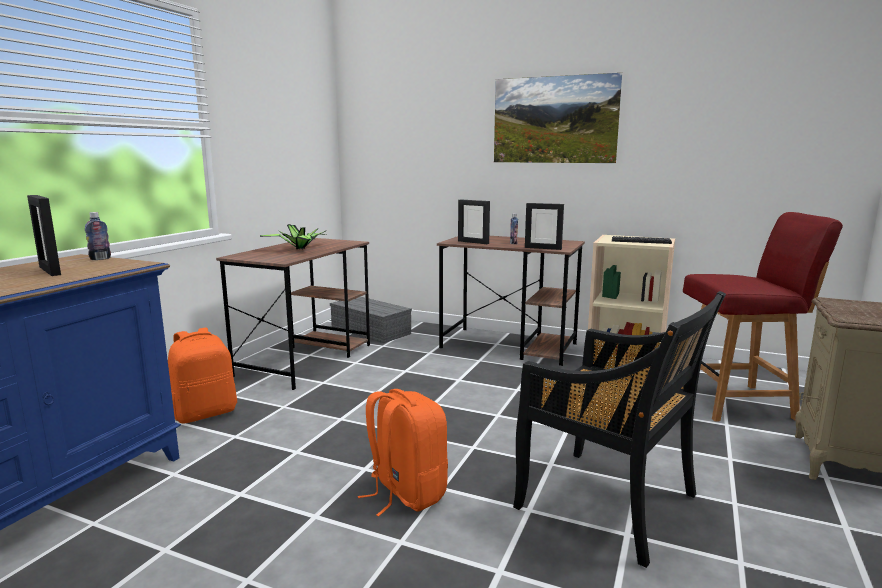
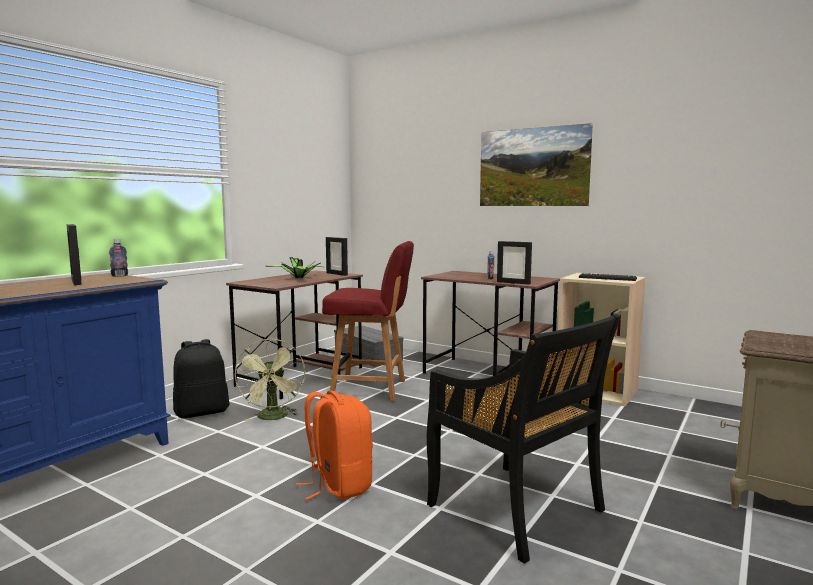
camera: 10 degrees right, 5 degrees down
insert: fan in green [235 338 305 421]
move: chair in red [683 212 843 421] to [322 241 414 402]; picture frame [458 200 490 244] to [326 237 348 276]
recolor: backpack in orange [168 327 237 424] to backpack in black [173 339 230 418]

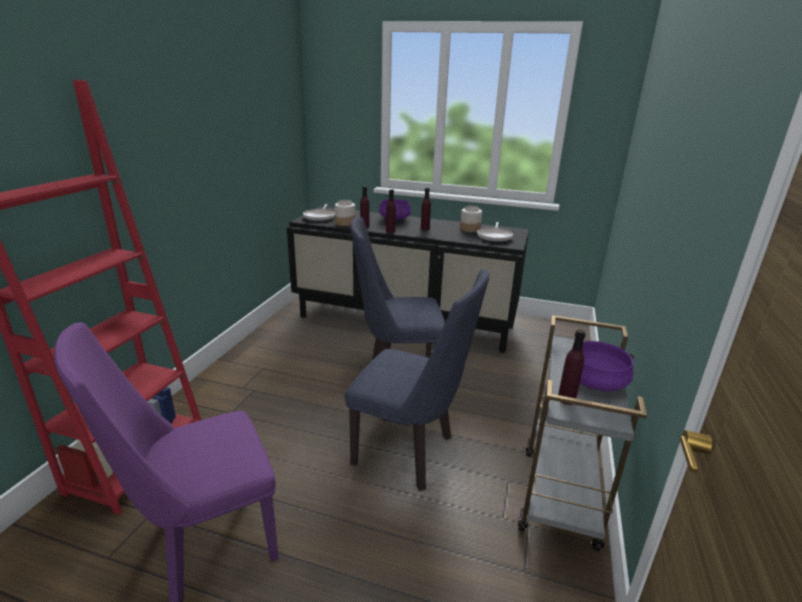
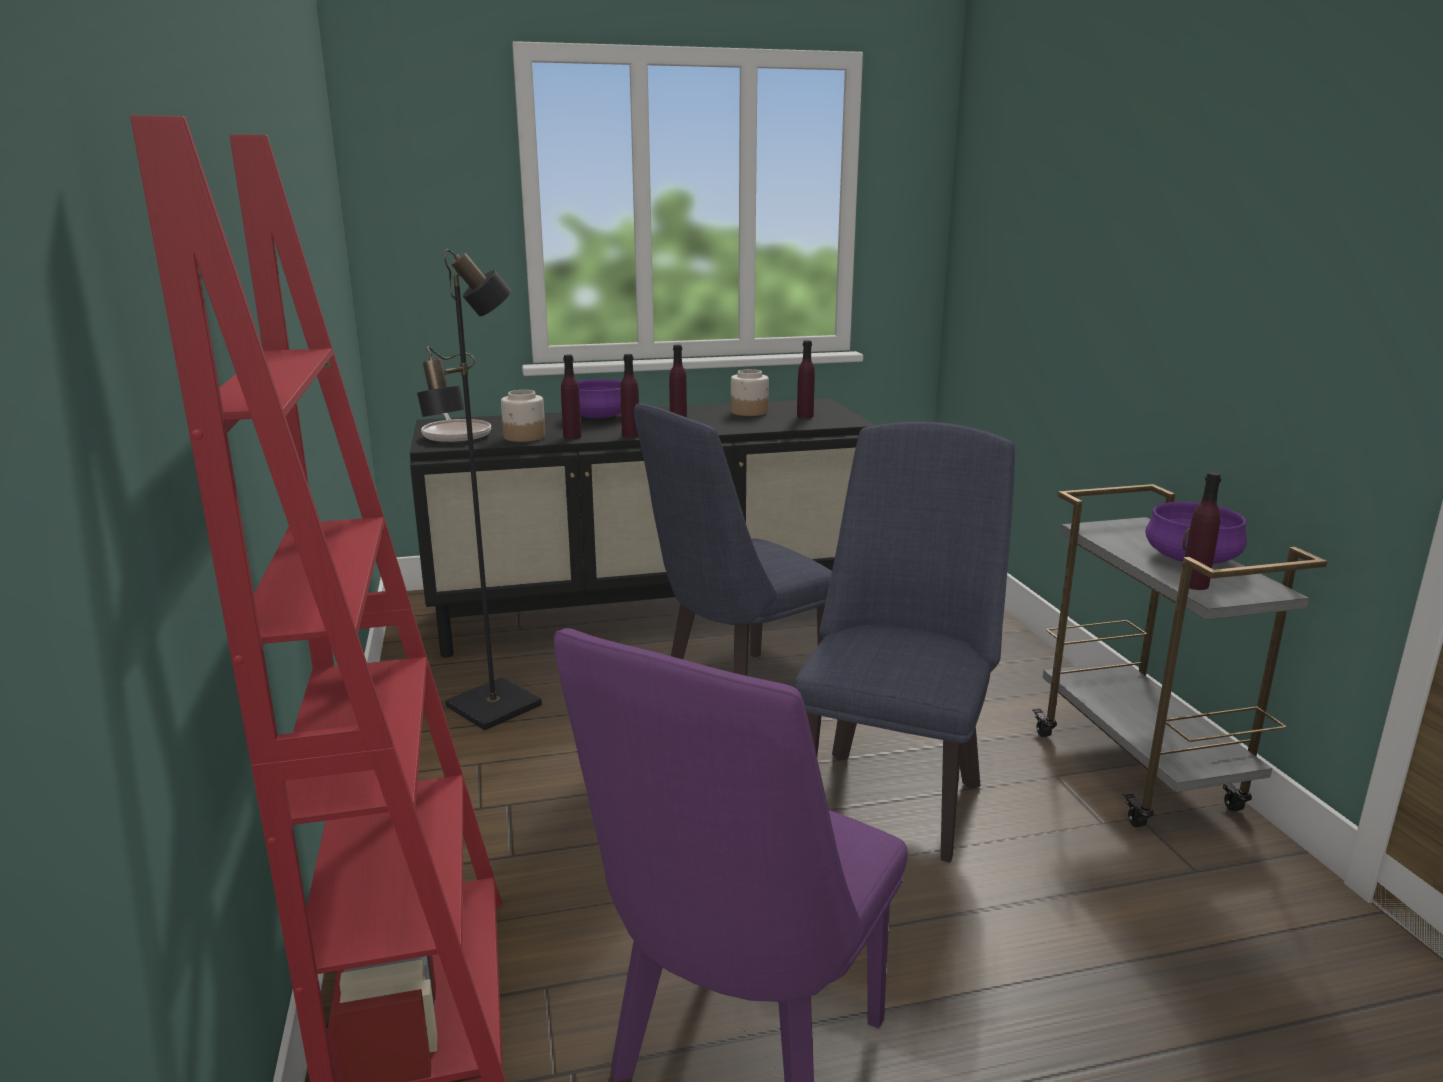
camera: 30 degrees left, 5 degrees down
insert: floor lamp in black [417 249 542 731]
replace: frying pan [477 222 513 242] to bottle in purple [797 340 815 418]
rotate: chair in blue [345 269 489 491] = [794 421 1015 863] 60 degrees counterclockwise

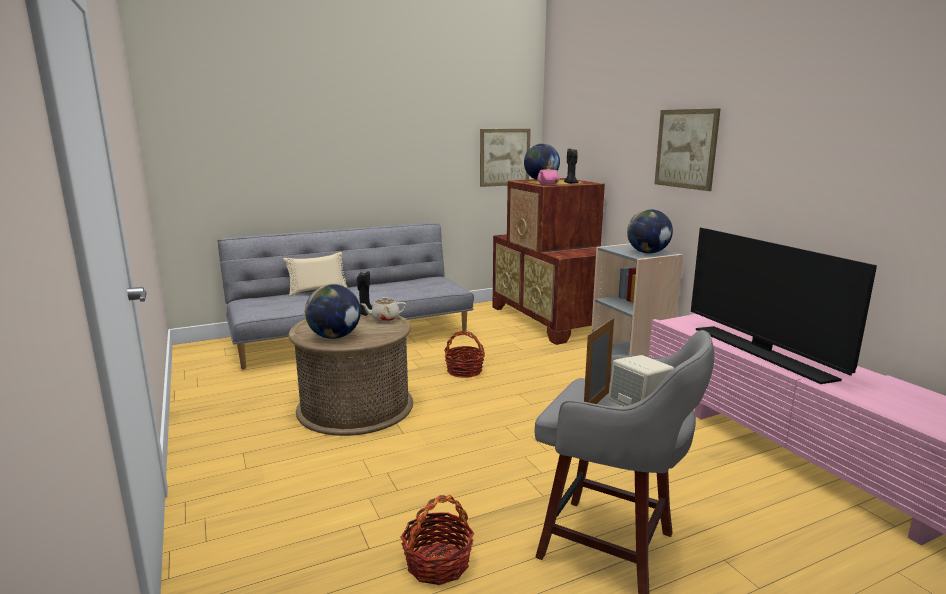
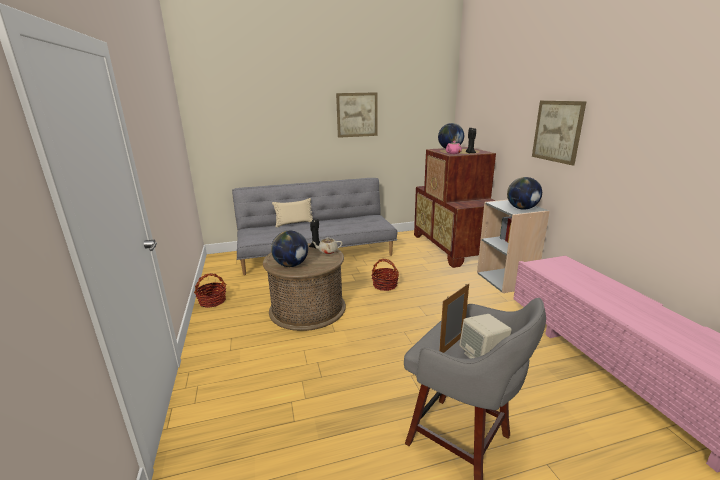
camera: 10 degrees right, 5 degrees up
delete: television [691 228 877 384]
move: basket [400 495 474 585] to [194 273 226 308]; picture [480 129 531 187] to [336 92 378 138]

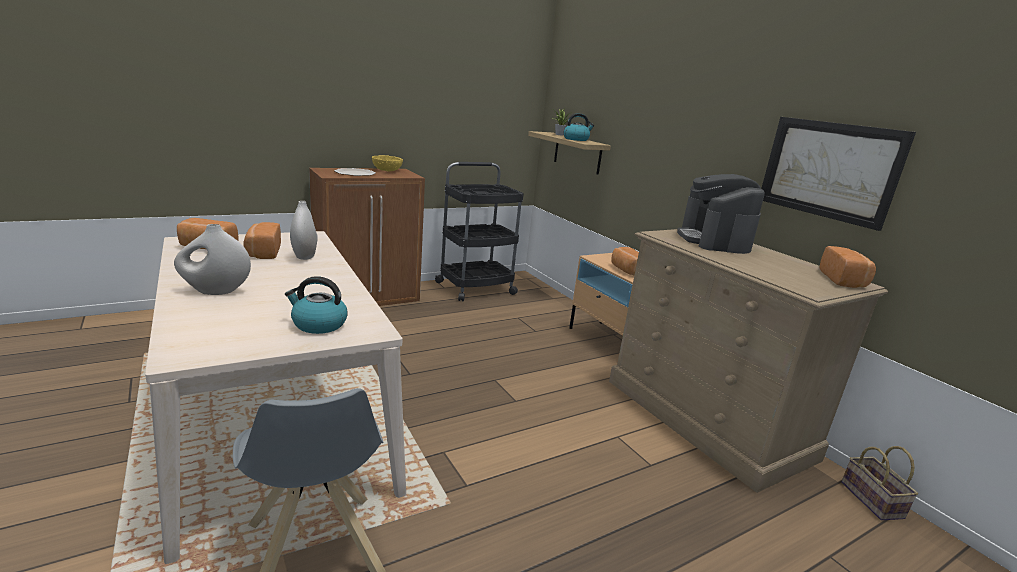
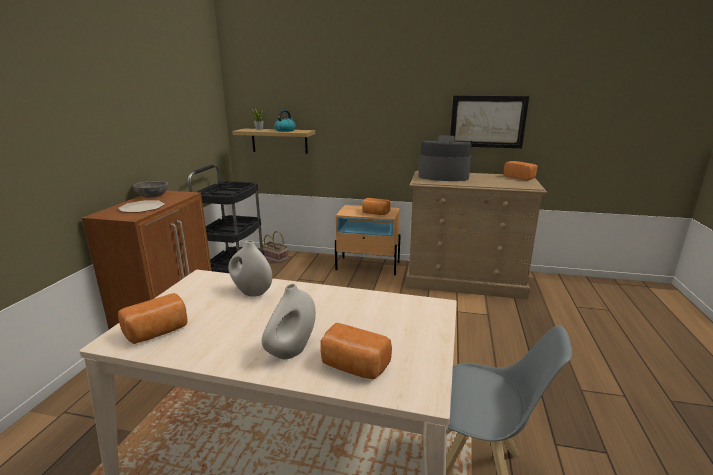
camera: 45 degrees left, 0 degrees up
delete: kettle [285 276 348 334]
move: basket [841 446 918 520] to [263 231 288 263]; bread [244 222 281 259] to [320 323 392 379]
recolor: bowl in yellow [372 155 403 171] to bowl in grey [133 181 168 198]
rotate: coffee machine [677 174 765 254] = [419 135 471 181] 150 degrees clockwise

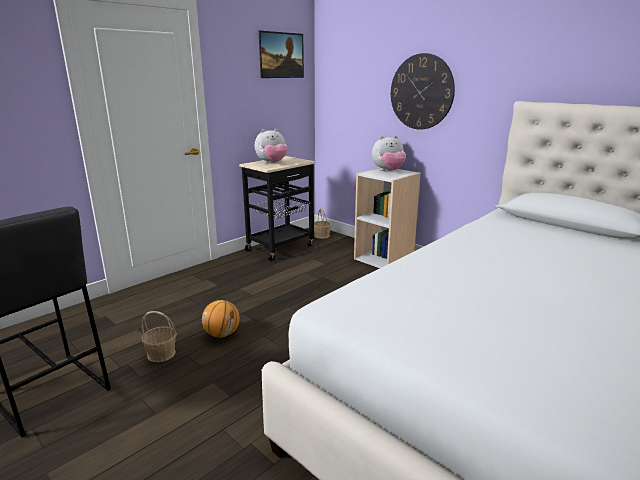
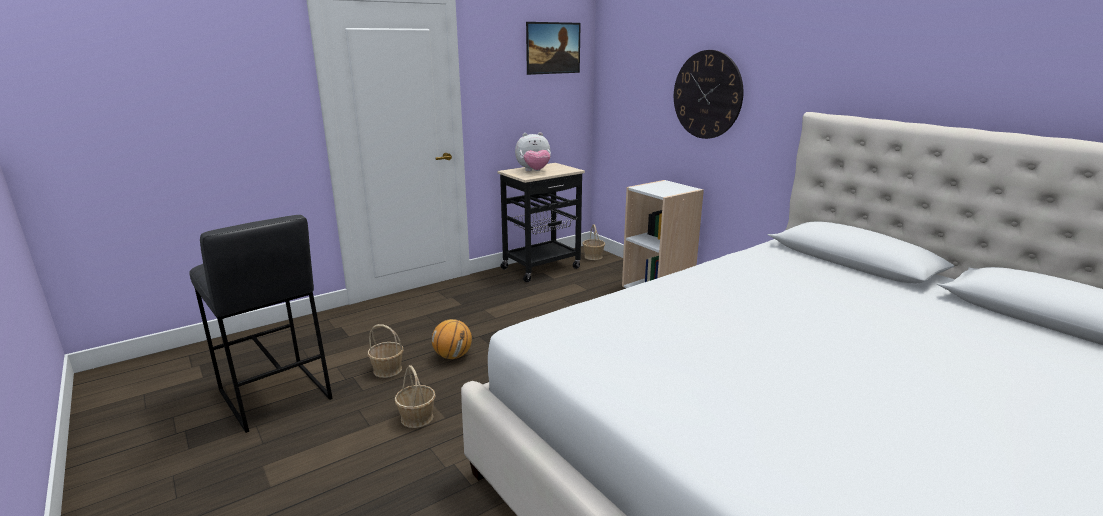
camera: 10 degrees right, 0 degrees up
delete: plush toy [372 135 406 171]
insert: basket [395 365 436 428]

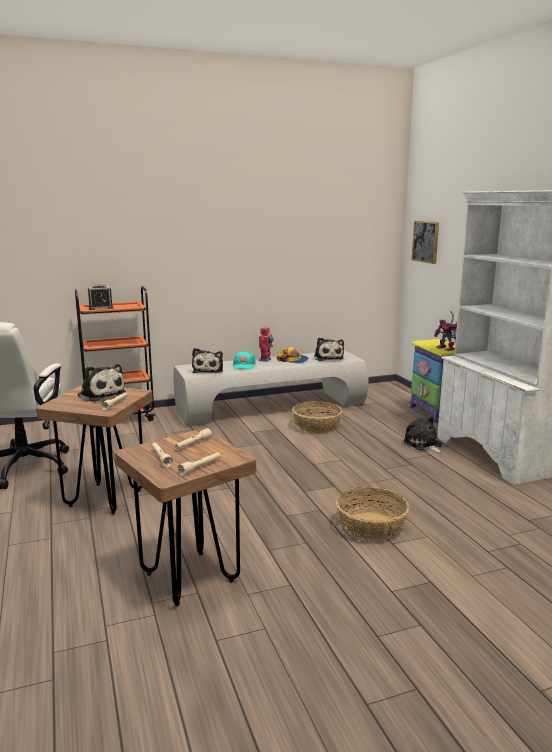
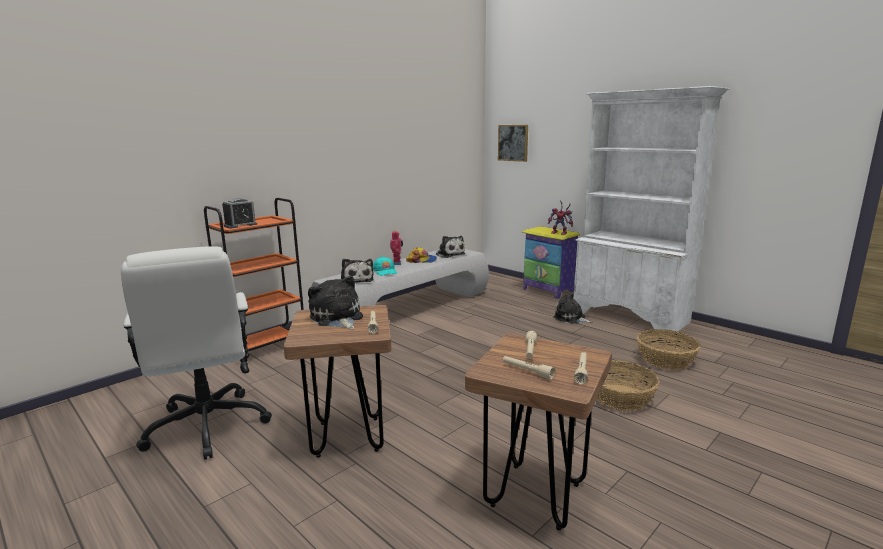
camera: 25 degrees left, 0 degrees up
move: basket [292 401 343 433] to [637 329 701 370]
rotate: plush toy [78 364 126 402] = [308 276 363 330] 135 degrees counterclockwise

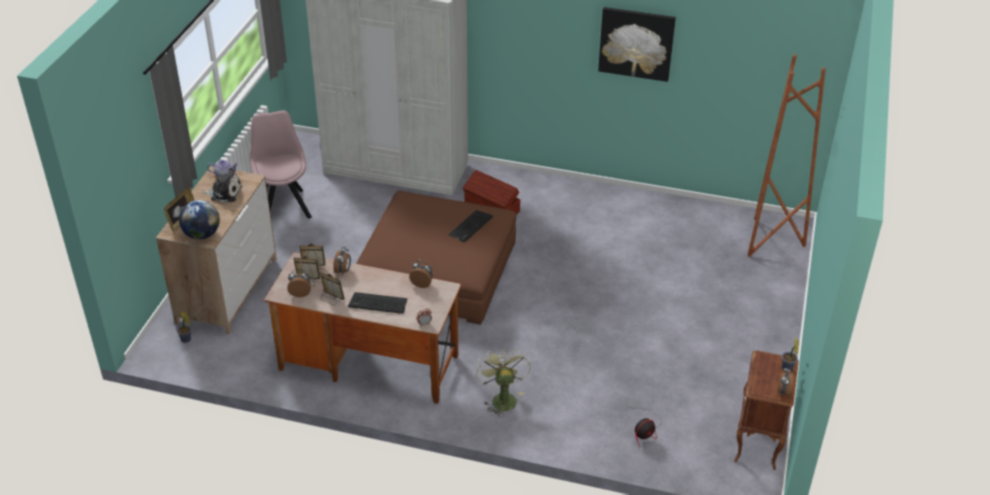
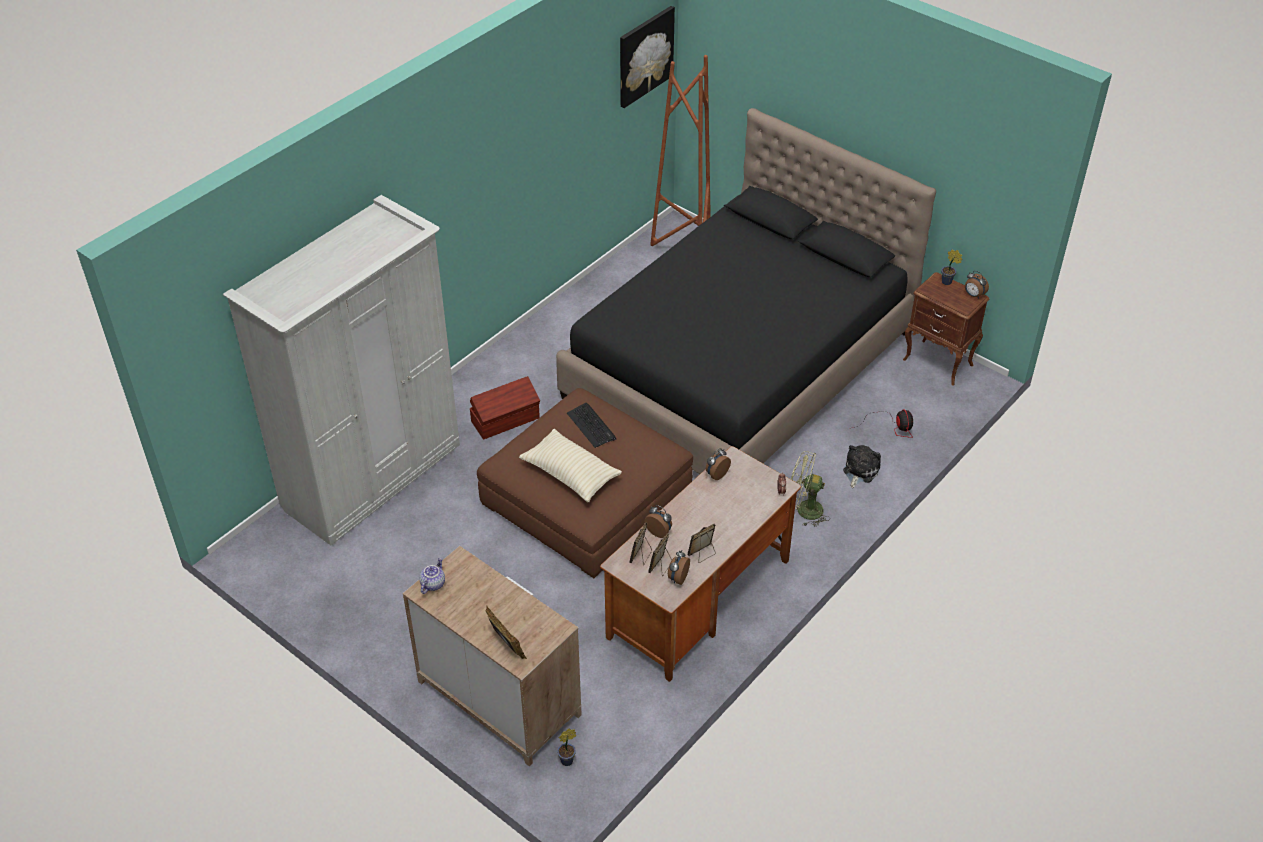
camera: 65 degrees left, 5 degrees up
delete: globe [179 200 220 240]; chair in pink [250 110 312 219]; keyboard [348 292 408 314]
insert: pillow in beige [519 429 622 502]; bed in black [556 108 936 474]
move: picture [598 7 676 82] to [620 6 675 108]; plush toy [202 168 242 203] to [843 445 881 488]

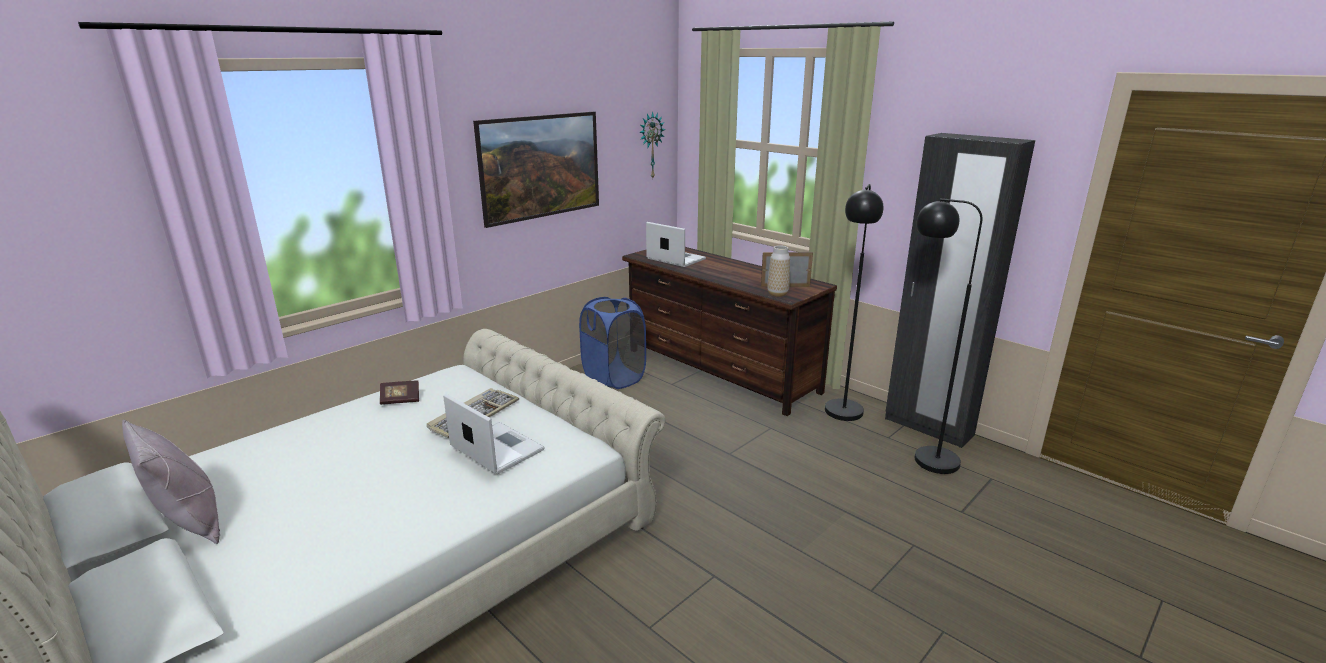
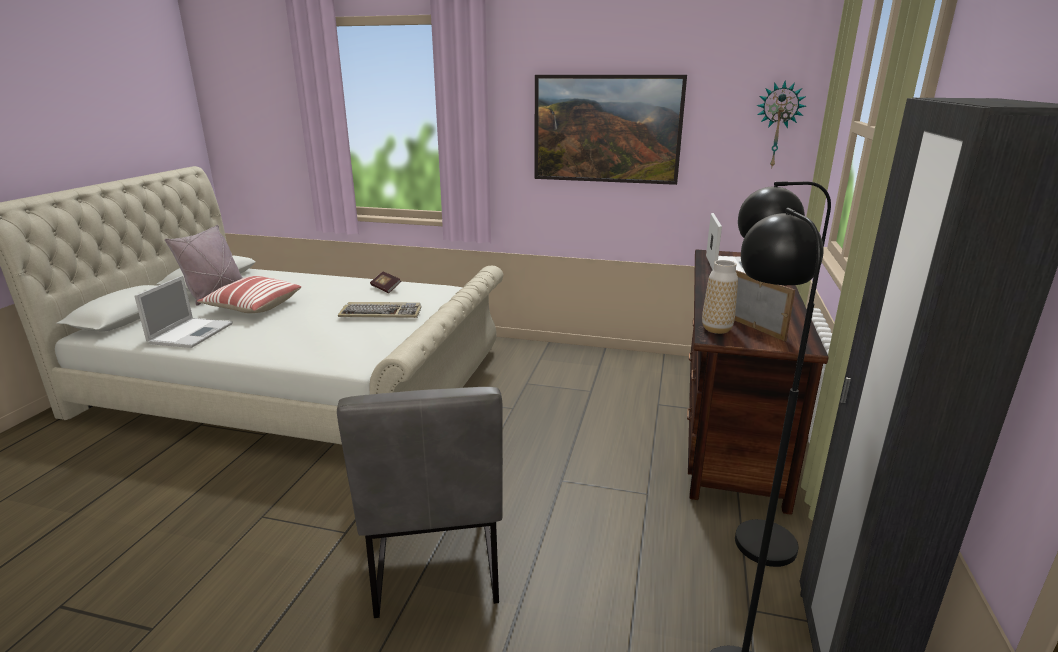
camera: 60 degrees right, 0 degrees up
delete: laundry basket in blue [579 297 646 389]
insert: pillow [197 276 301 313]; chair in grey [337 387 503 618]
move: laptop [443 394 544 474] to [134 276 233 348]

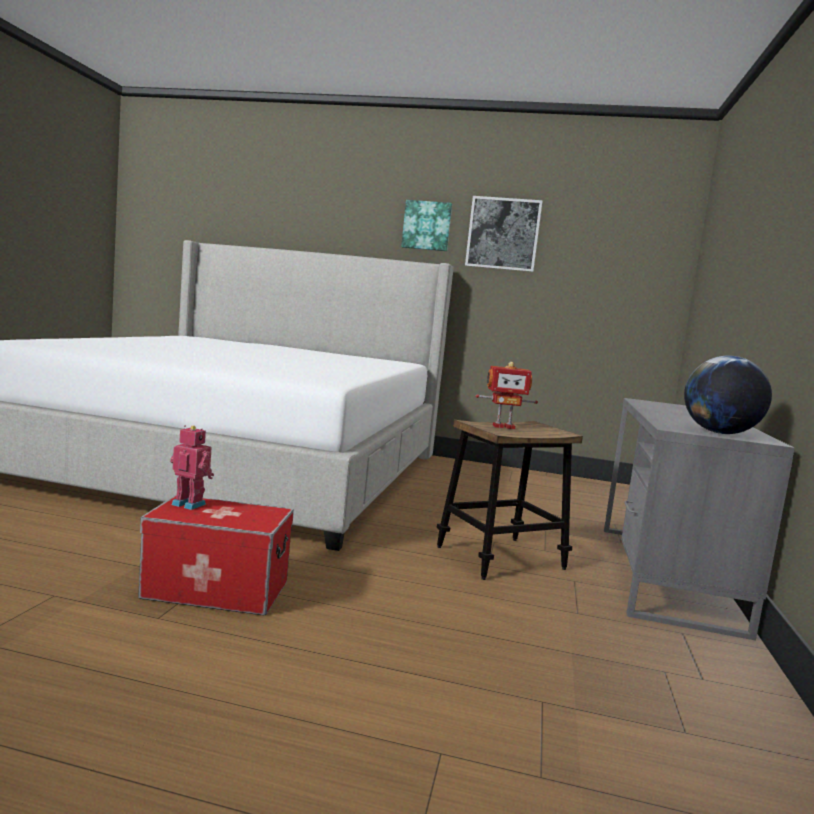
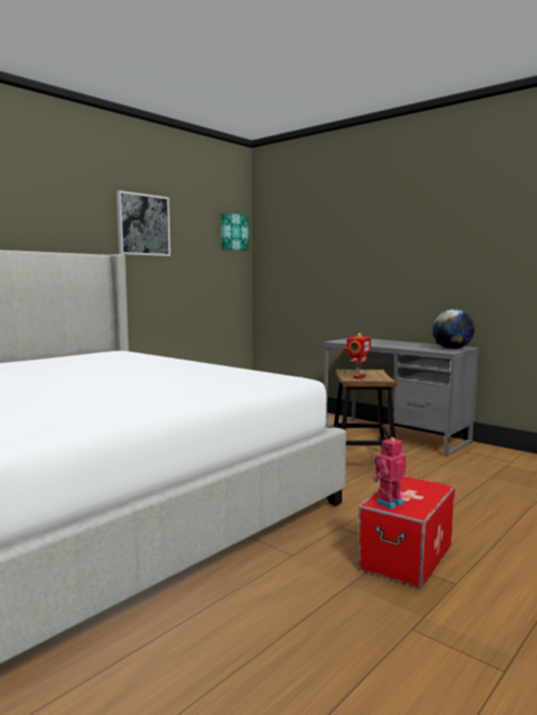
camera: 60 degrees left, 0 degrees up
move: picture [401 200 452 251] to [221 213 249 251]

